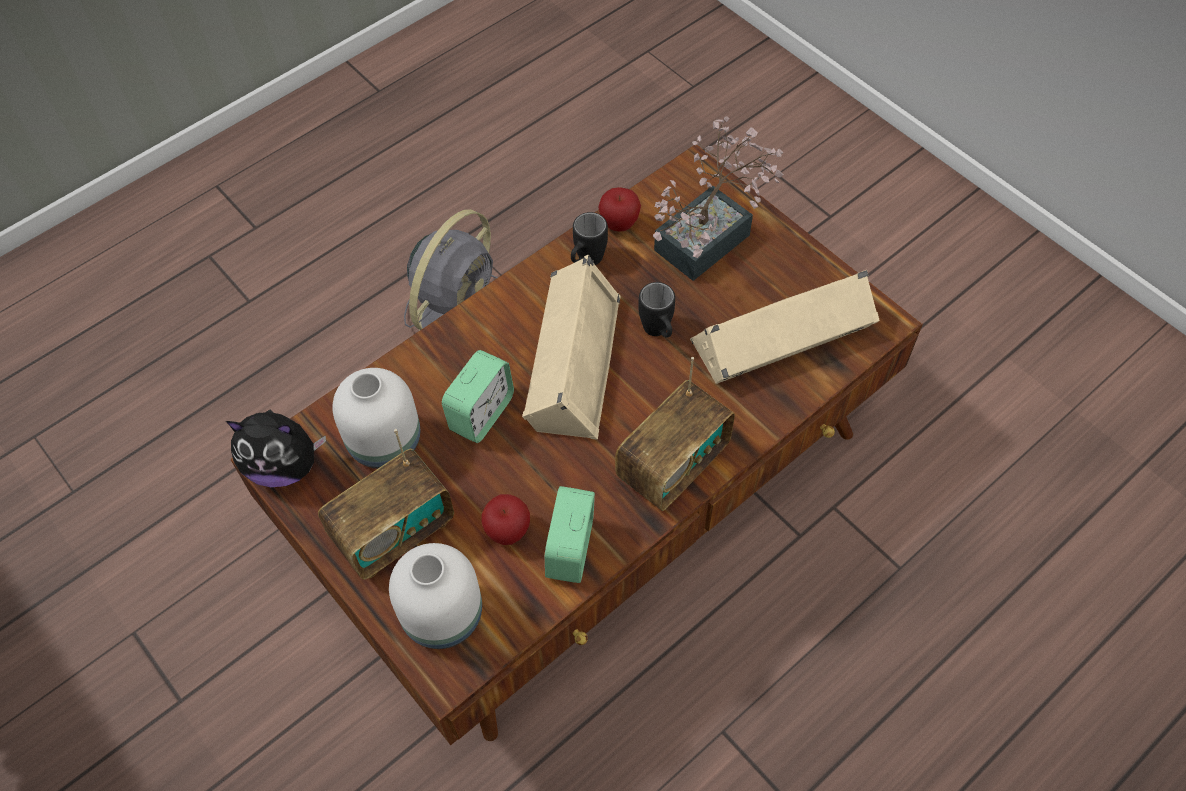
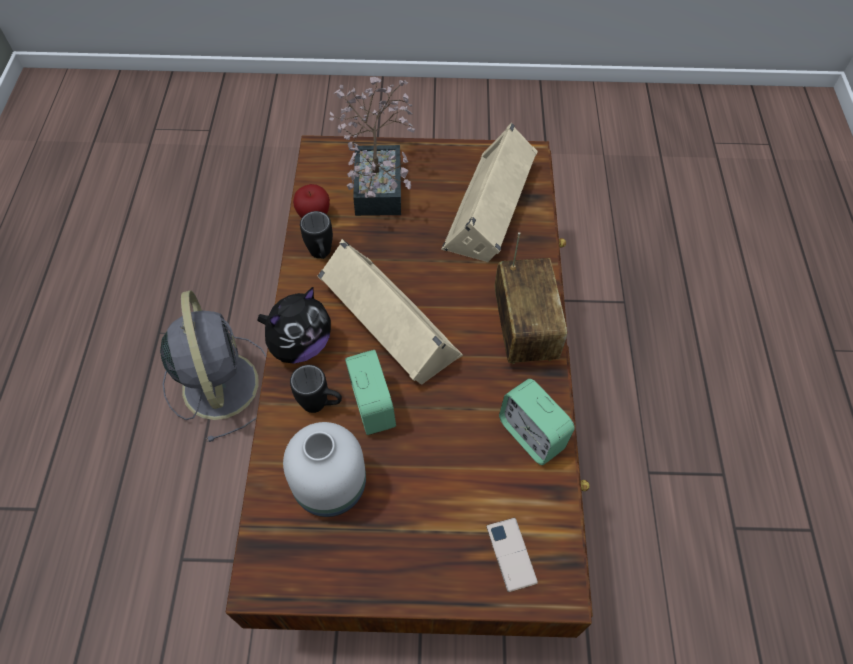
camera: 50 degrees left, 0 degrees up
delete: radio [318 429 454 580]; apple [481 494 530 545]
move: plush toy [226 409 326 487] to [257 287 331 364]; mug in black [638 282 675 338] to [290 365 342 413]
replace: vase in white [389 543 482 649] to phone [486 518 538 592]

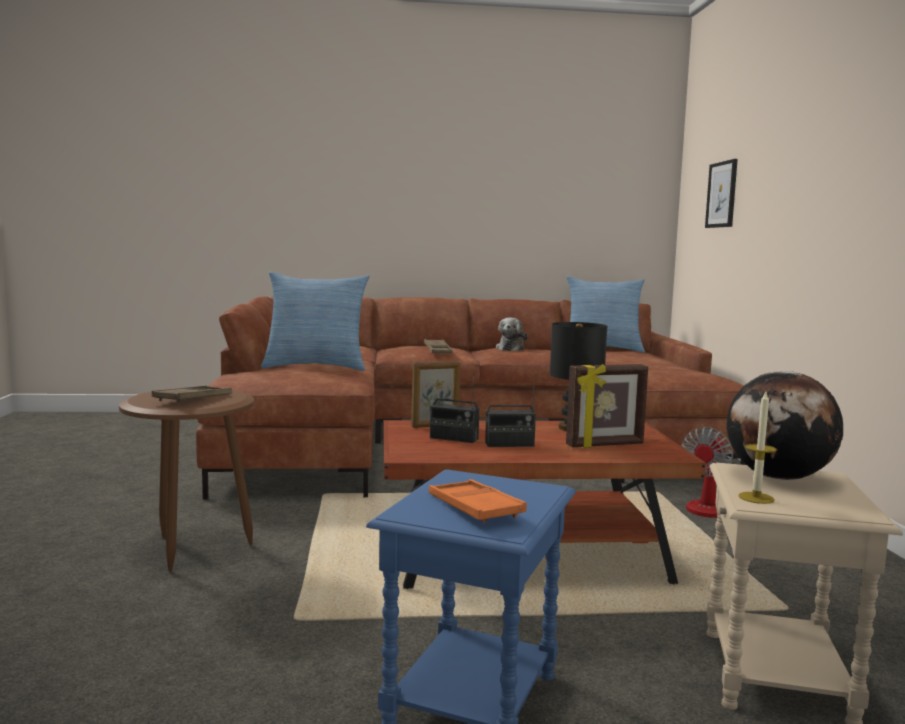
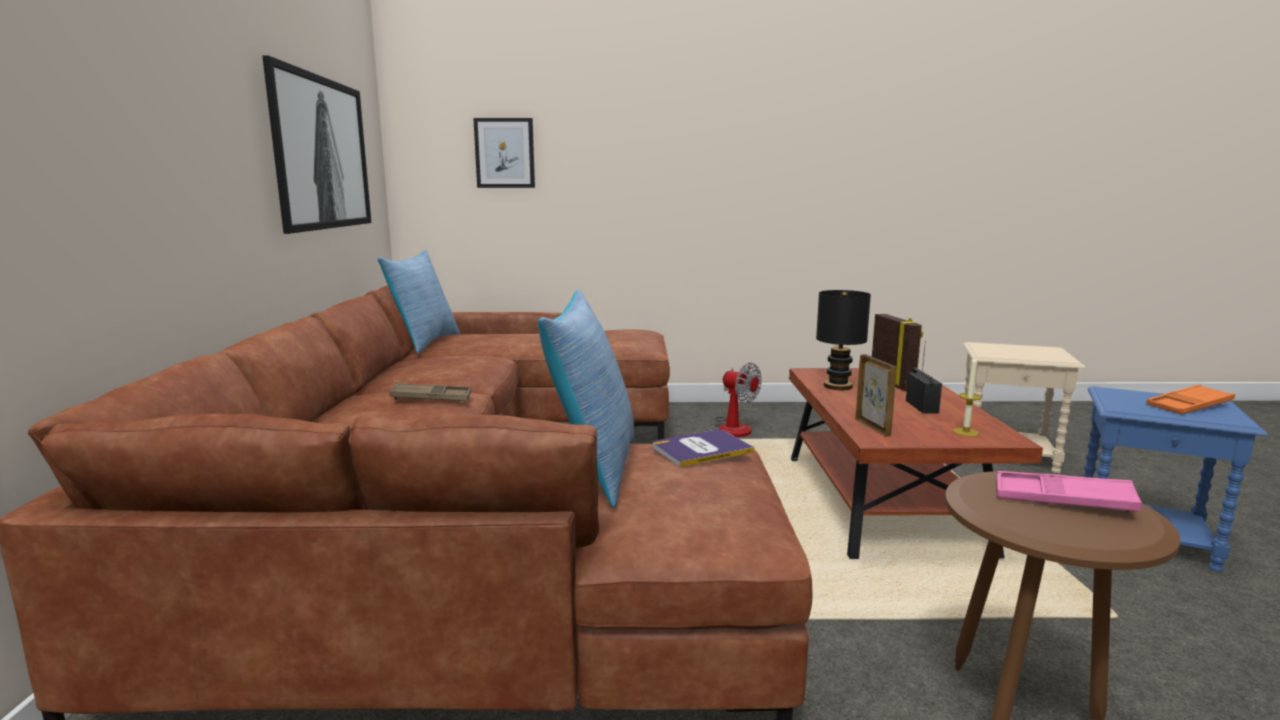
camera: 85 degrees left, 5 degrees up
delete: radio [430 373 479 443]; plush toy [496 317 528 351]; globe [726 371 843 480]
insert: picture [262 55 371 234]; book [653 430 754 467]
move: candle [738 392 777 504] to [953 356 982 437]
recolor: tray in brown [152 386 232 403] to tray in pink [997 471 1142 513]

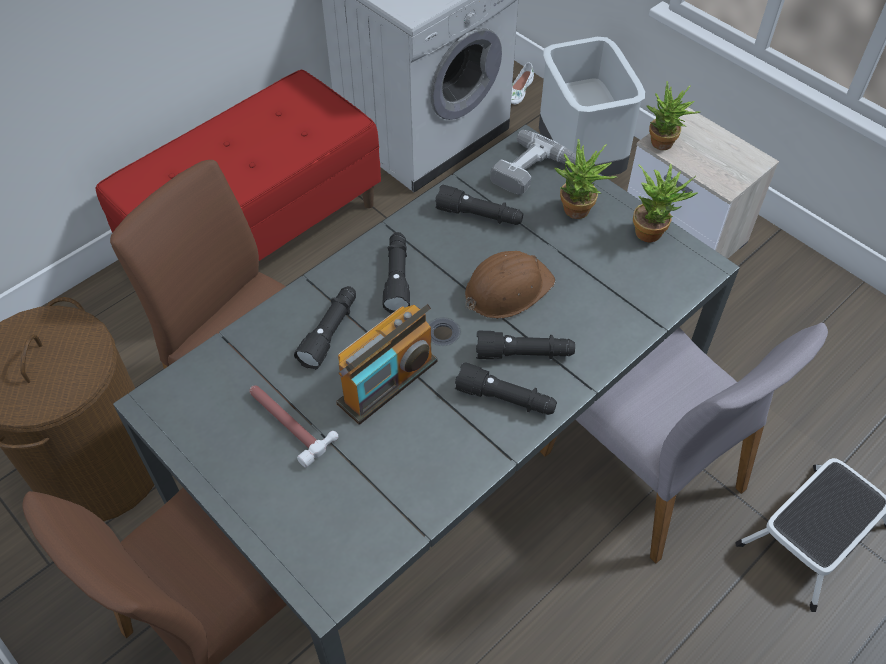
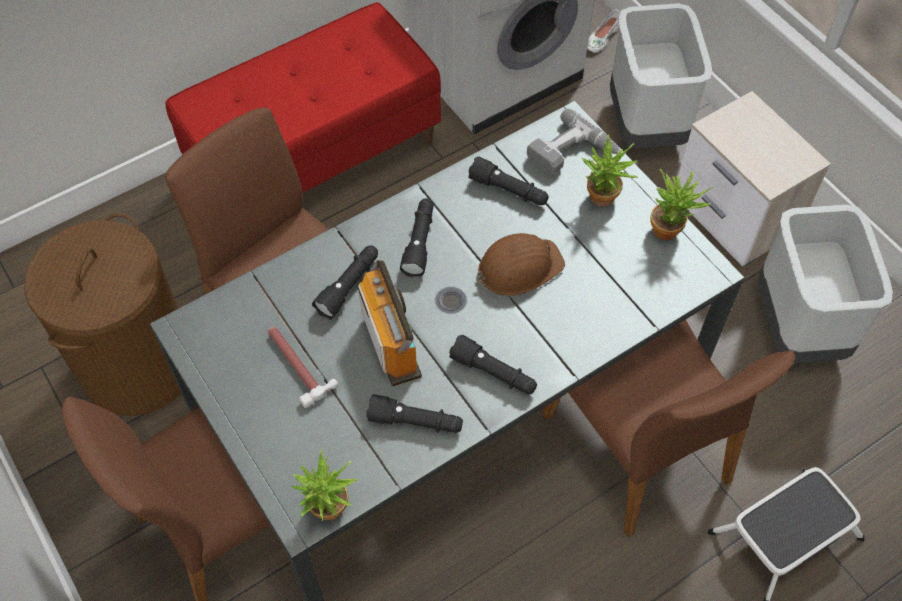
camera: 10 degrees right, 5 degrees up
insert: trash can in grey [758 205 893 363]
move: potted plant [646 81 700 150] to [292 450 358 521]; flashlight in black [476 331 575 359] to [366 394 463 433]
recolor: chair in grey [540 323 828 564] to chair in brown [542 318 795 537]
rotate: radio [337 304 437 424] = [358 260 422 386] 75 degrees counterclockwise

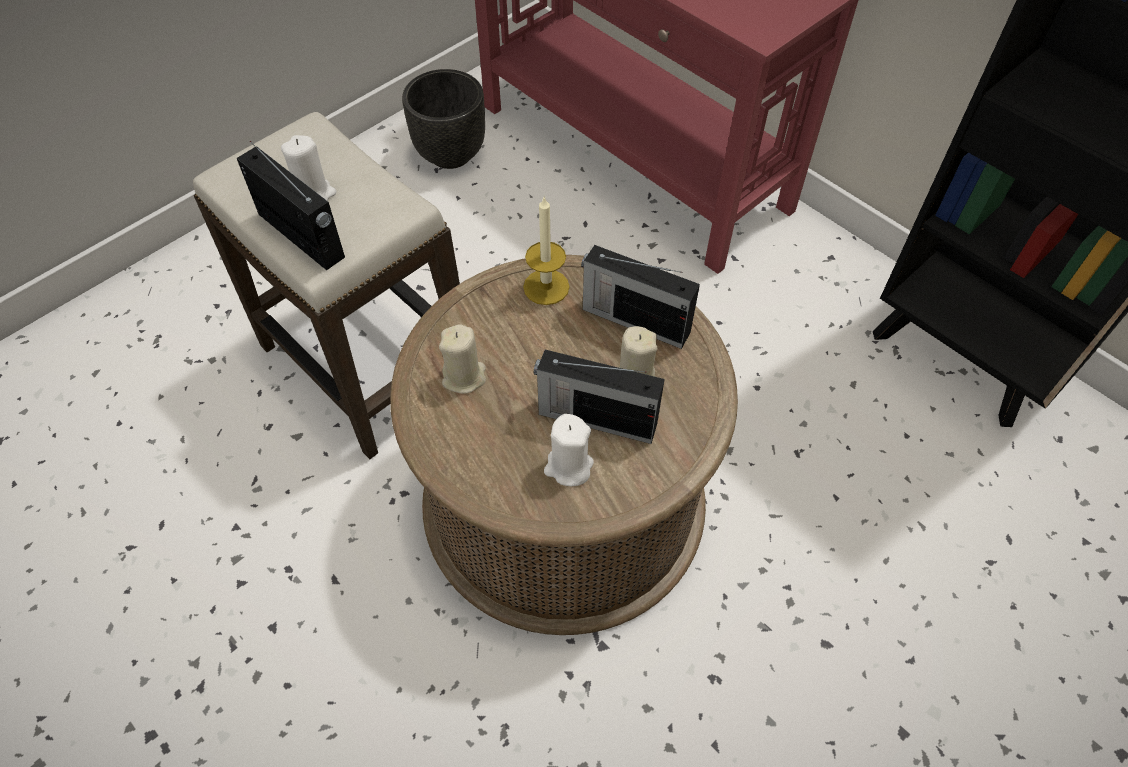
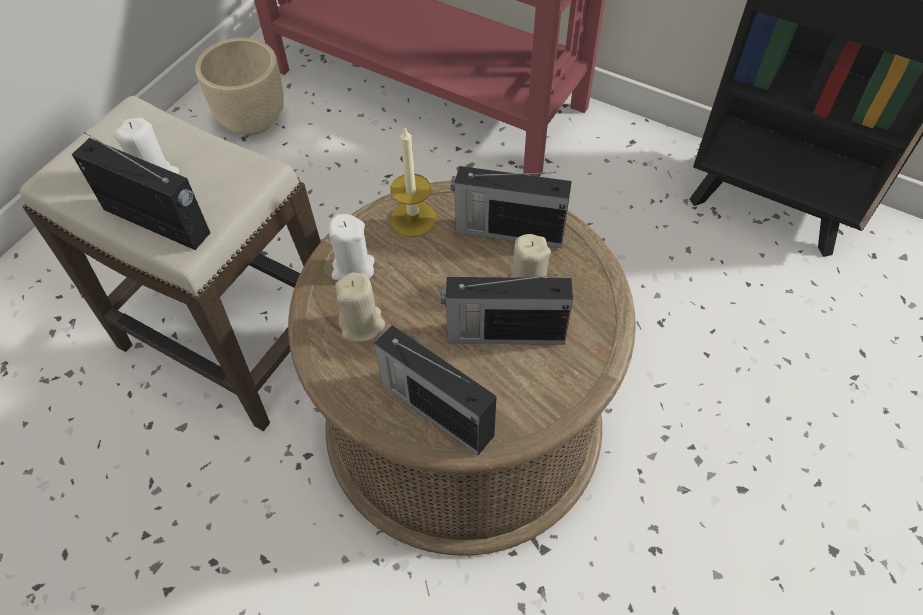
camera: 15 degrees left, 0 degrees up
insert: radio [374 325 497 455]
move: candle in white [544 414 594 486] to [329 214 375 280]
recolor: planter in black [402 69 485 169] to planter in beige [195 38 284 135]

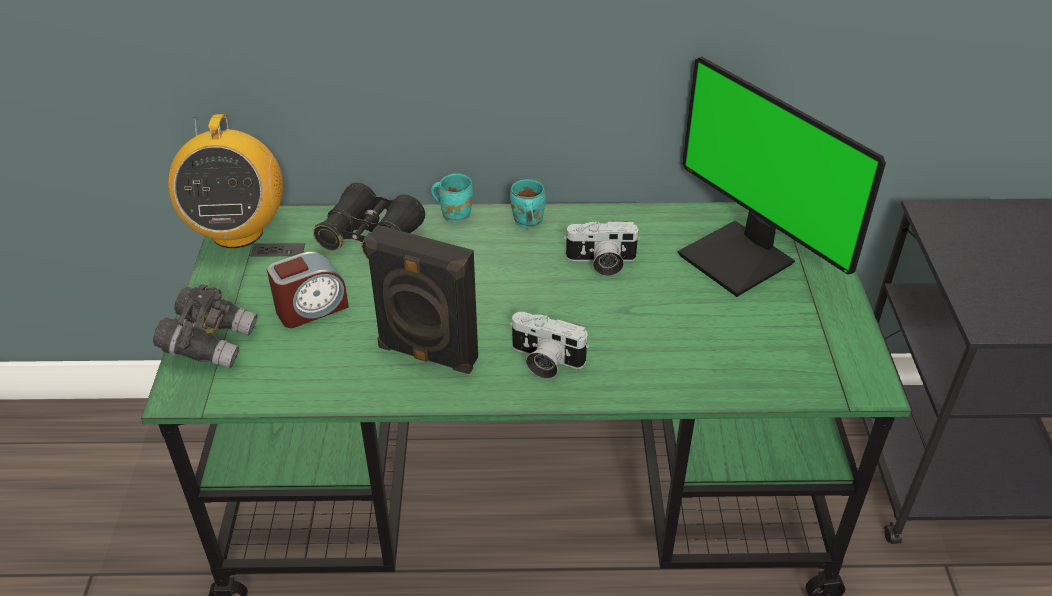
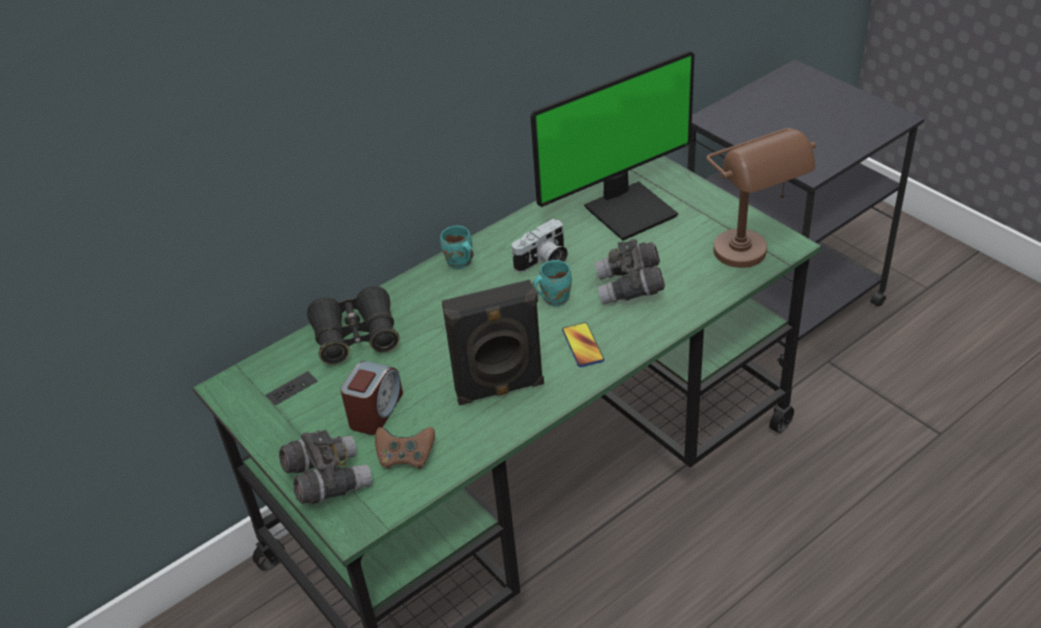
camera: 35 degrees left, 0 degrees up
delete: radio [168 114 283 248]
insert: game controller in brown [375 427 435 469]; binoculars in grey [595 239 665 305]; table lamp in brown [706 128 816 268]
move: mug in turquoise [431 173 473 223] to [533 260 572 306]
replace: photo camera [510 312 589 379] to phone [562 322 604 367]
rotate: monitor [678 57 886 297] = [530 51 695 241] 45 degrees counterclockwise

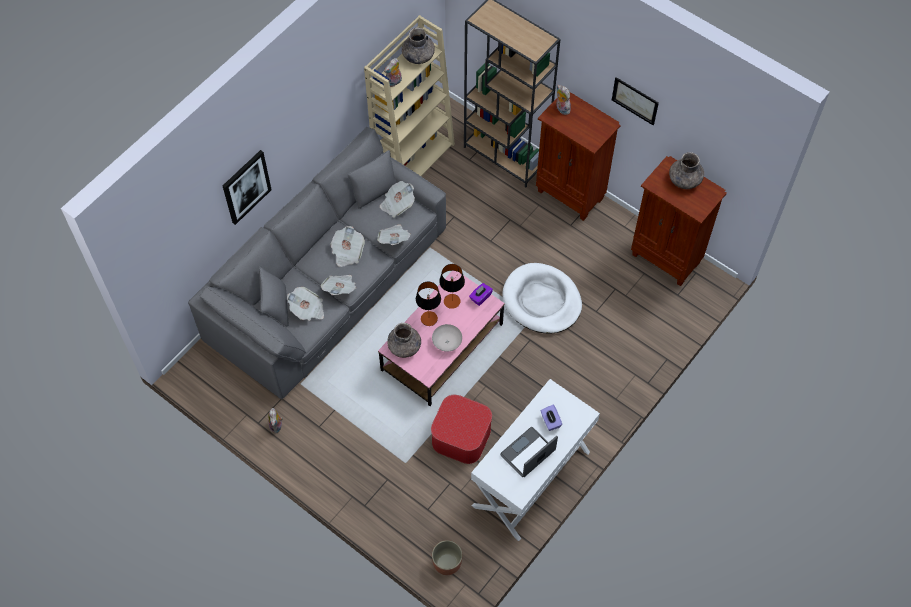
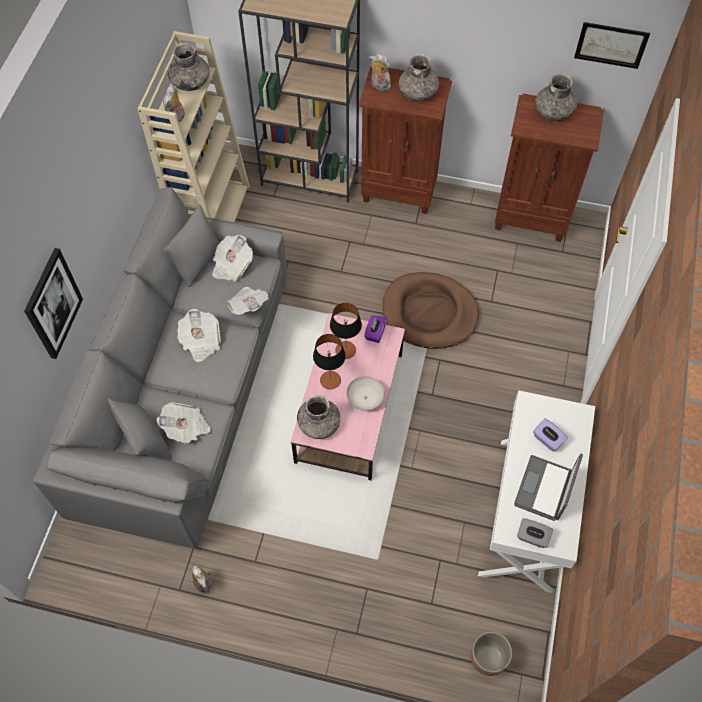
camera: 25 degrees left, 0 degrees up
delete: newspaper [321 275 356 295]; ottoman [431 395 492 464]
insert: vase in grey [399 54 439 101]; tissue box in grey [517 518 553 548]
move: picture [612 77 659 125] to [574 22 650 69]
recolor: dog bed in white [502 263 582 334] to dog bed in brown [382 272 479 349]

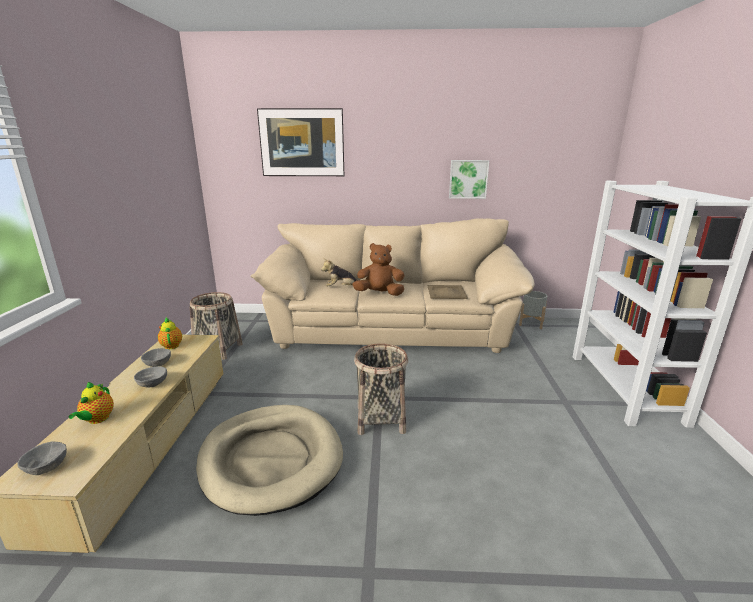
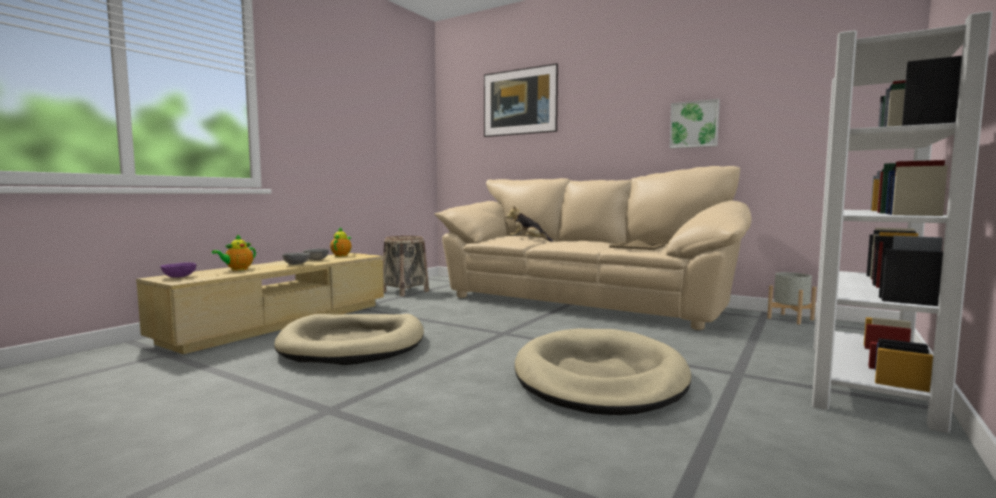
camera: 30 degrees right, 15 degrees down
delete: plush toy in brown [352 243 404 296]; basket [354 343 408 435]
insert: dog bed in beige [515 328 691 415]
recolor: bowl in grey [17 442 67 475] to bowl in purple [160 262 196 278]

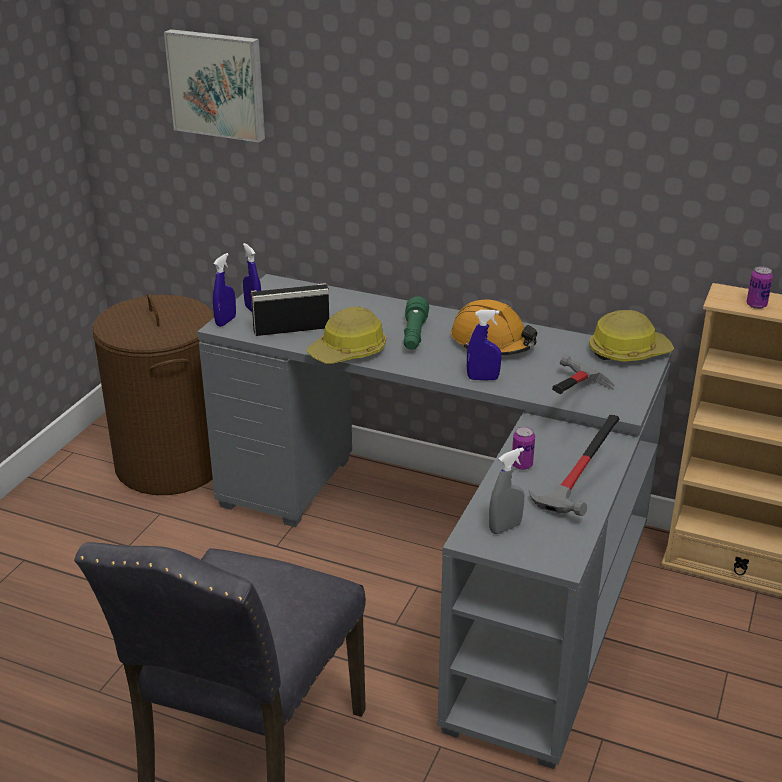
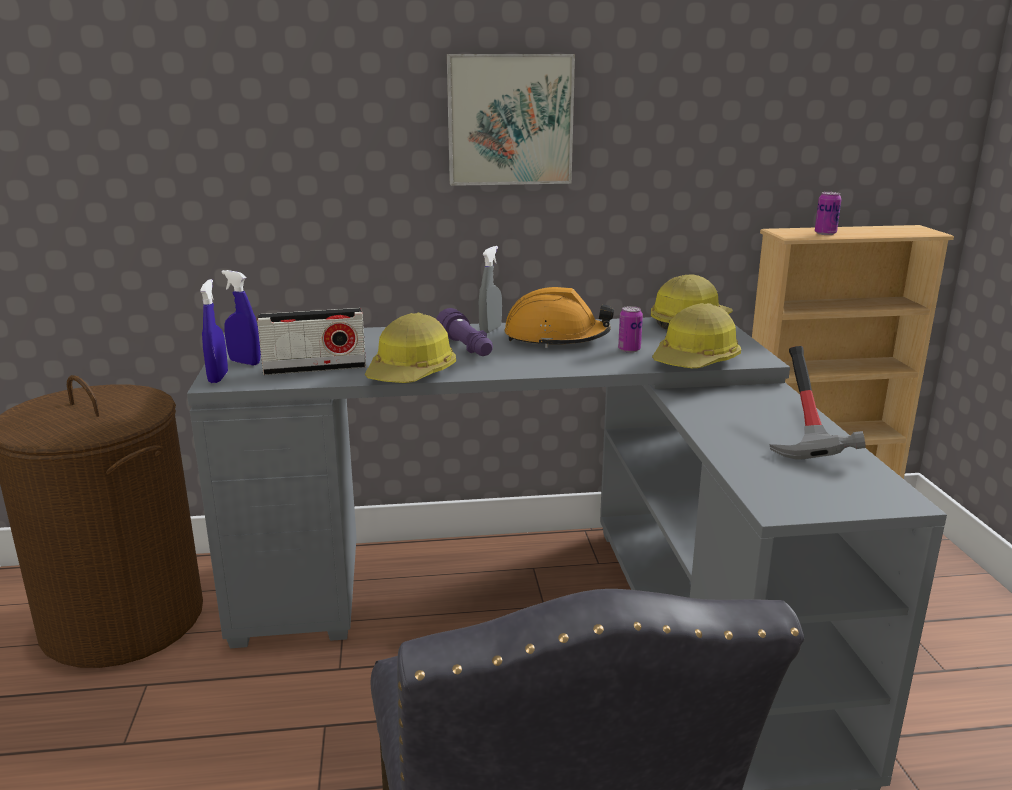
camera: 30 degrees left, 10 degrees down
delete: spray bottle in blue [467 310 502 381]
move: picture [164 29 265 142] to [447 54 575 186]; spray bottle in grey [489 447 524 534] to [479 246 502 333]; can [512 426 535 470] to [618 306 643 353]
replace: hammer [552 354 615 394] to hard hat [652 303 741 368]
recolor: flashlight in green [404 296 429 350] to flashlight in purple [436 308 493 356]
rotate: radio [251 283 330 336] = [257 308 366 375] 150 degrees counterclockwise

